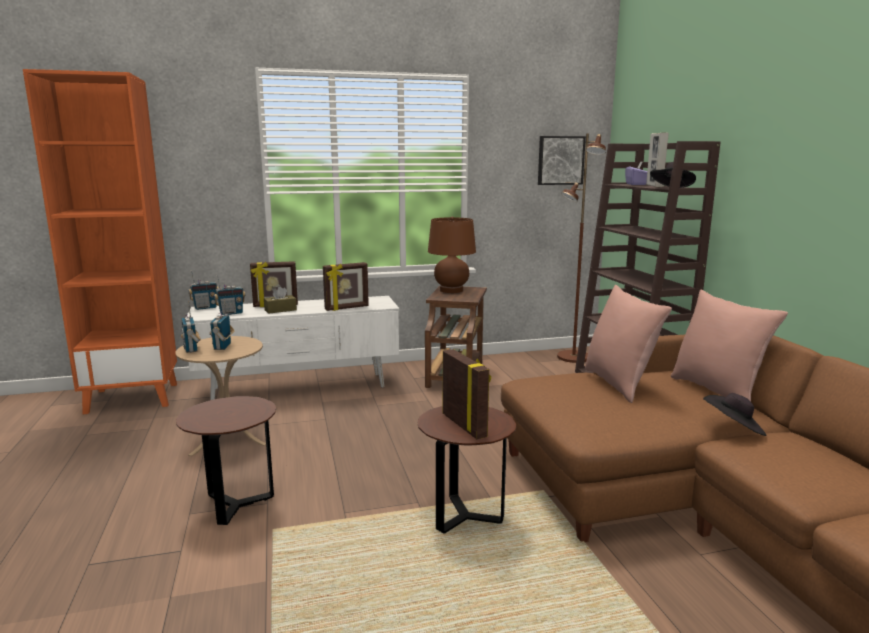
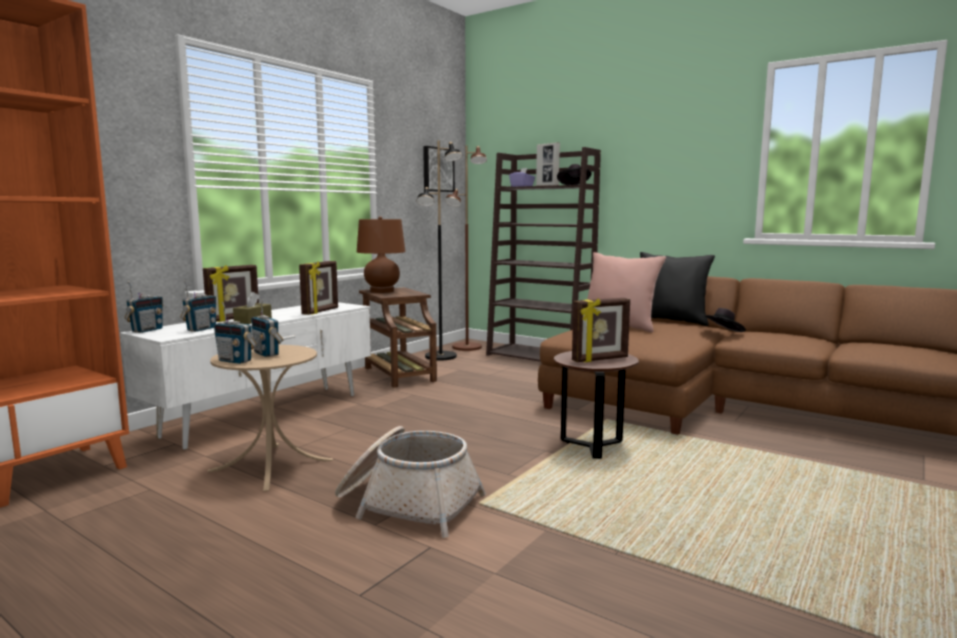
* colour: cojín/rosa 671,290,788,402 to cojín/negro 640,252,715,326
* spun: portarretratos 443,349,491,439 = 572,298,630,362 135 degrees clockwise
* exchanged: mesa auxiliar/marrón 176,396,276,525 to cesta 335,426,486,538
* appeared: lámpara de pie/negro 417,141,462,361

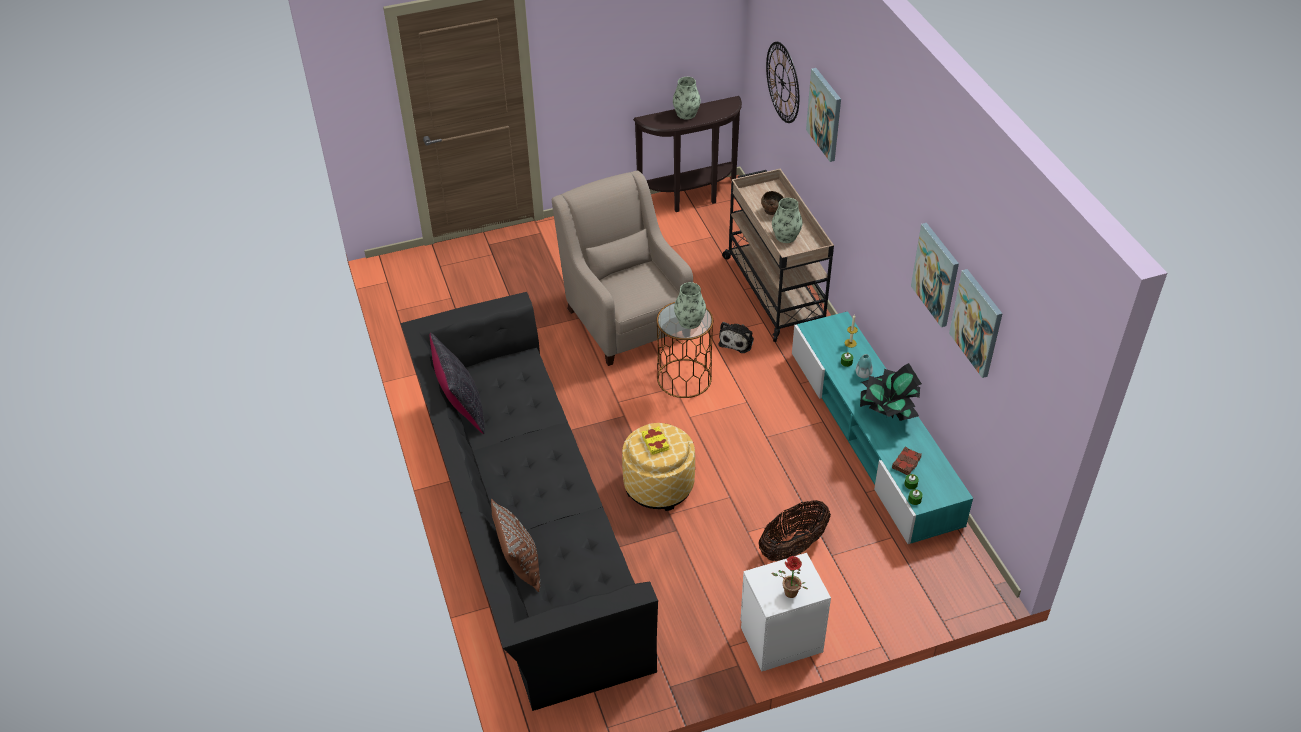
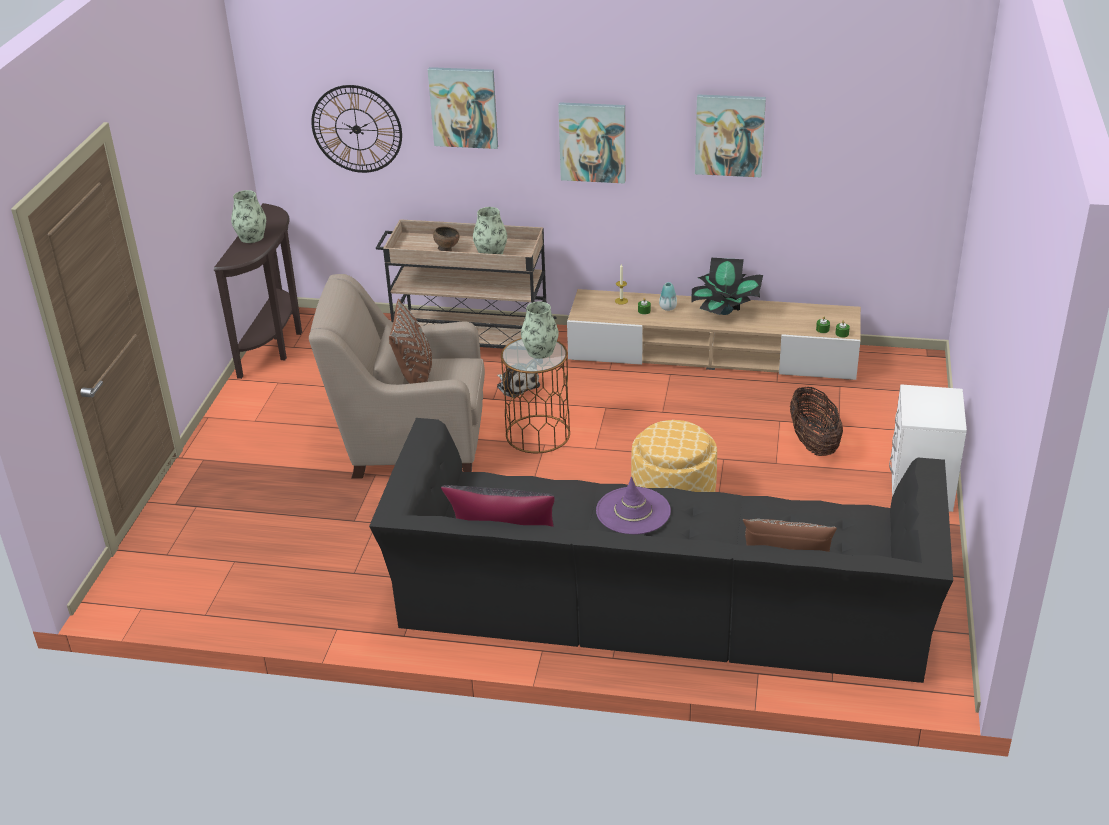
* relocated: cuadro 949,269,1003,378 to 558,102,625,184
* colour: mueble de televisión/turquesa 792,311,973,544 to mueble de televisión/beis 567,289,861,380
* missing: libro/amarillo 642,426,669,455
* missing: libro/marrón 892,446,922,475
* missing: planta en maceta 772,556,808,598
* appeared: cojín/marrón 389,299,432,384
* appeared: sombrero/morado 596,476,671,535

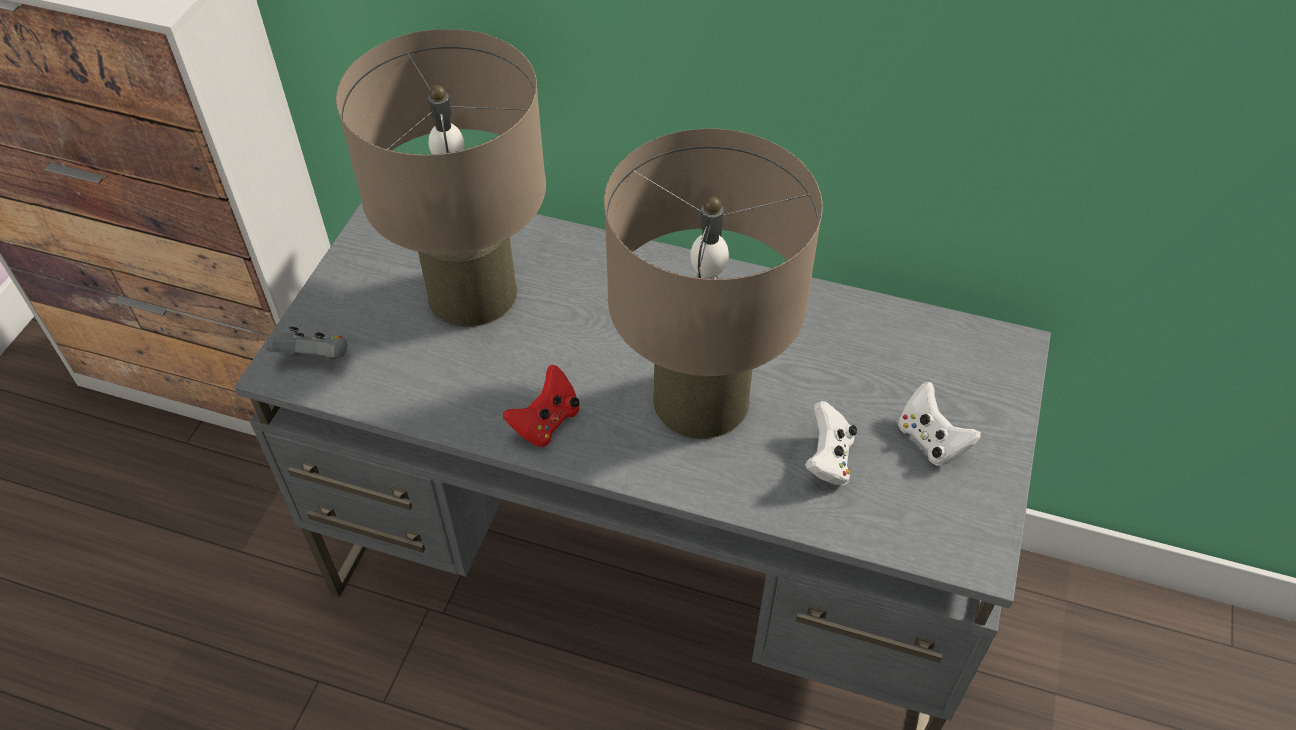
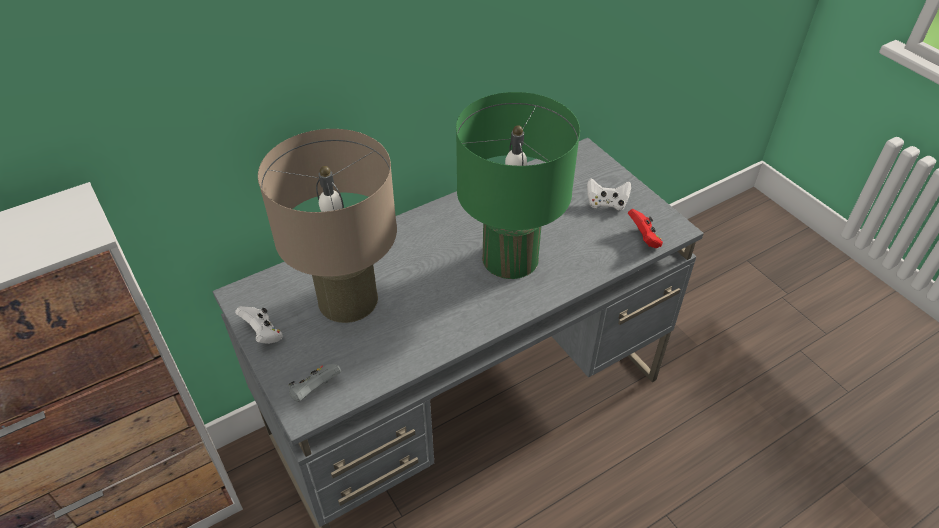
* colour: lámpara de mesa/beis 604,129,823,439 to lámpara de mesa/verde 456,92,580,279
* relocated: mando de consola/rojo 503,365,579,447 to 628,209,663,248
* relocated: mando de consola/blanco 805,401,857,485 to 235,306,283,344

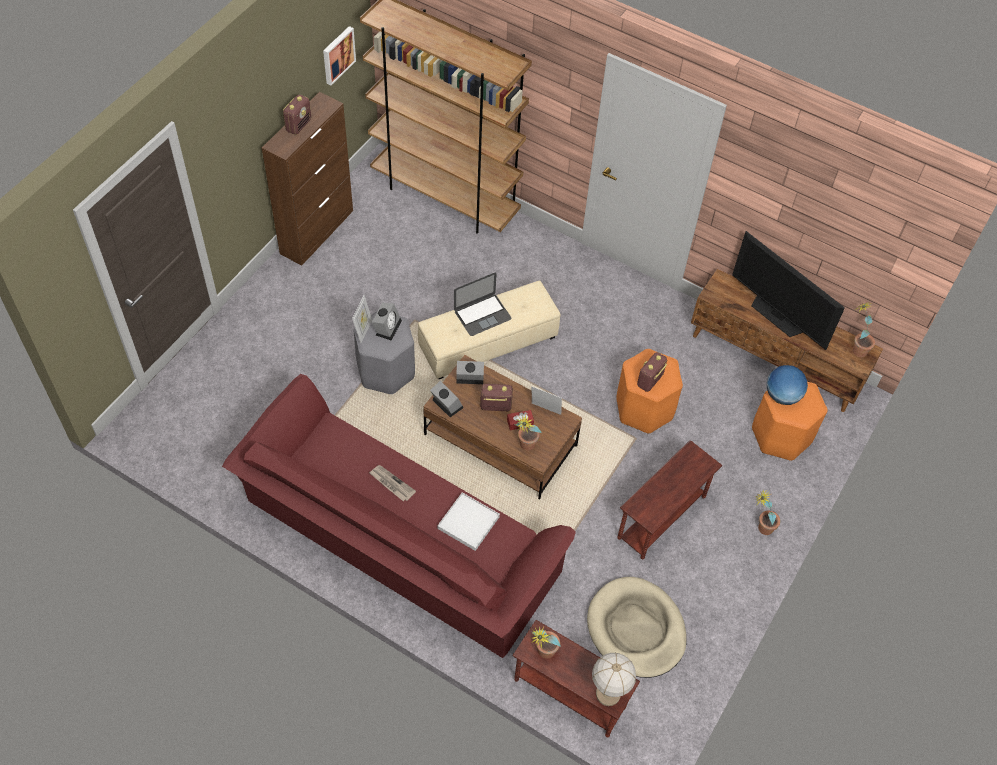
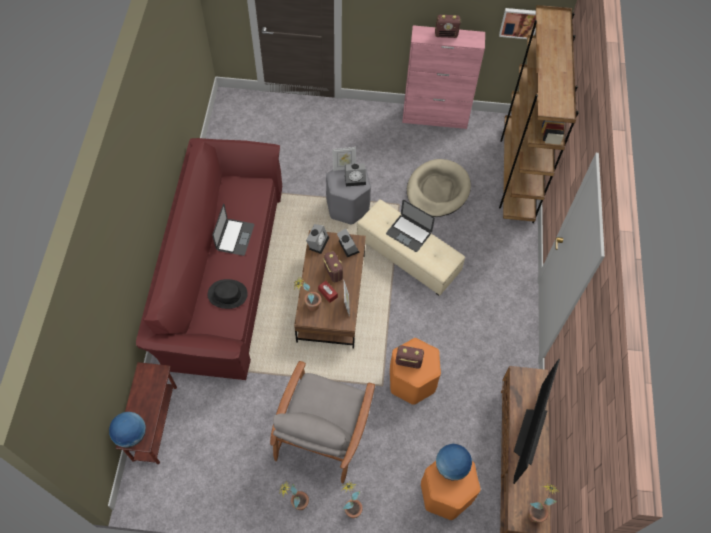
* colour: armario/marrón 262,92,353,266 to armario/rosa 402,25,485,129
* exchanged: mesa auxiliar/marrón 617,440,722,559 to sillón/gris 270,361,375,483
* exchanged: periódico 369,465,416,501 to portátil 212,204,254,256
* exchanged: bandeja/blanco 437,492,500,551 to sombrero/negro 208,279,248,309
* relocated: cama para perro/beis 587,577,686,678 to 407,159,471,217
* relocated: planta en maceta 531,626,561,659 to 279,482,309,510
* exchanged: lámpara de mesa 592,652,636,706 to globo terráqueo 109,412,146,448

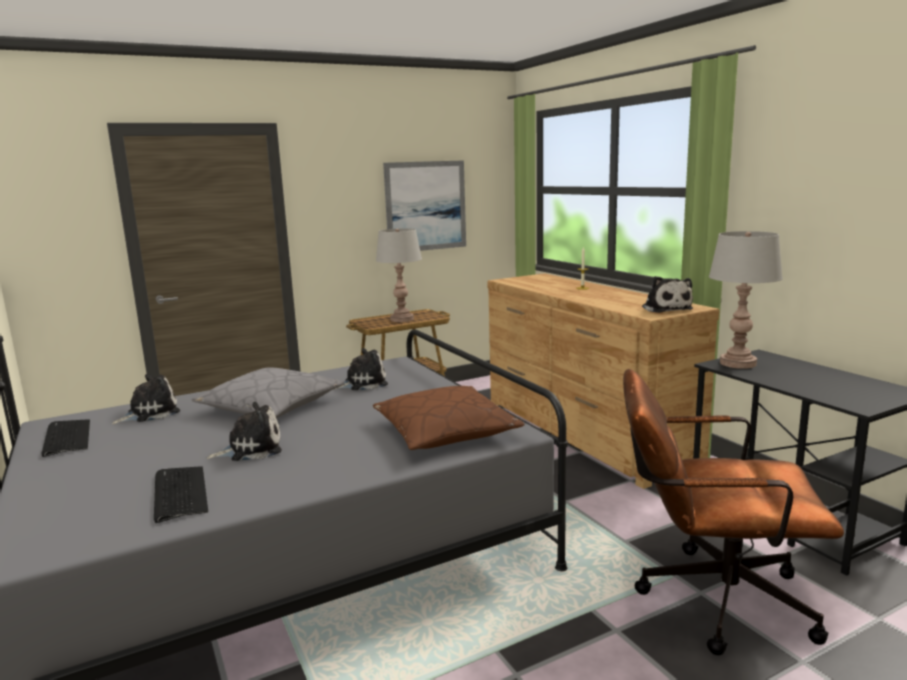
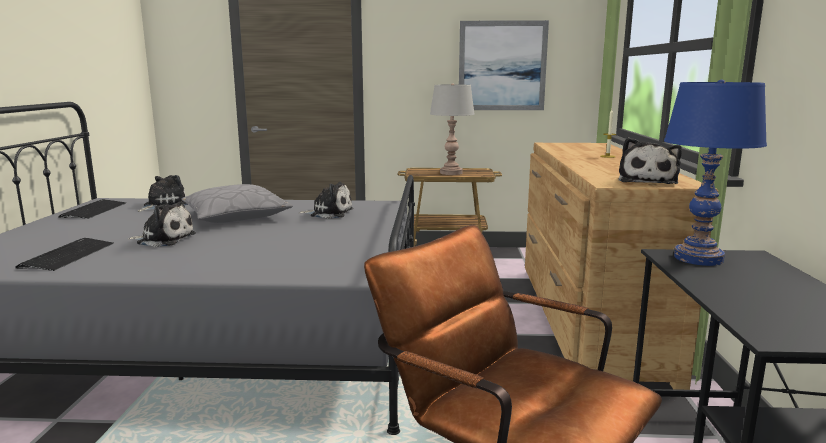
* colour: lámpara de mesa/gris 709,231,783,369 to lámpara de mesa/azul 664,80,767,266
* spun: peluche 112,374,180,424 = 137,175,188,212 45 degrees counterclockwise
* missing: cojín/marrón 373,386,524,450

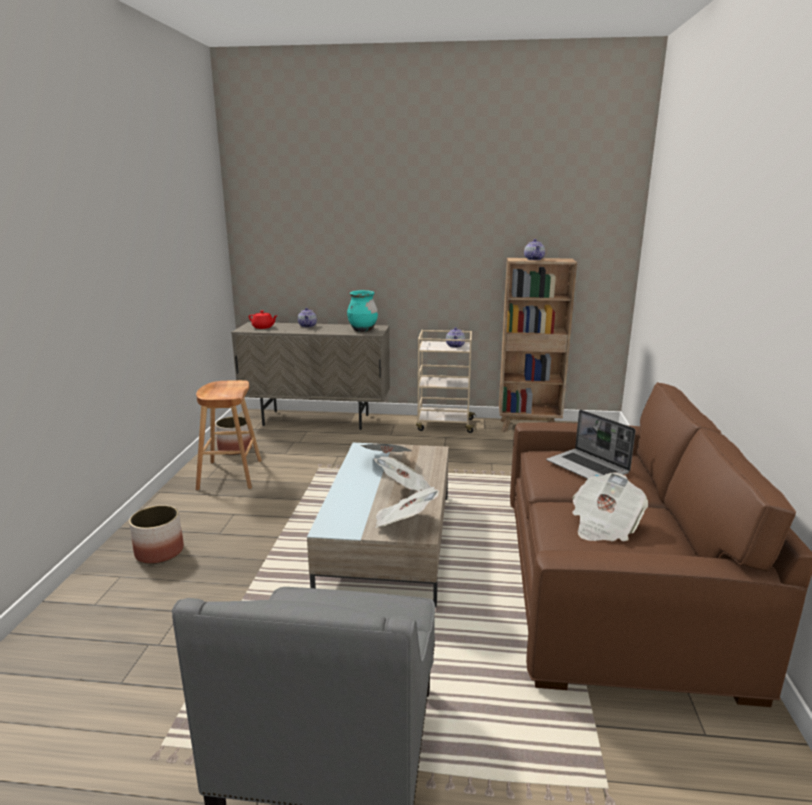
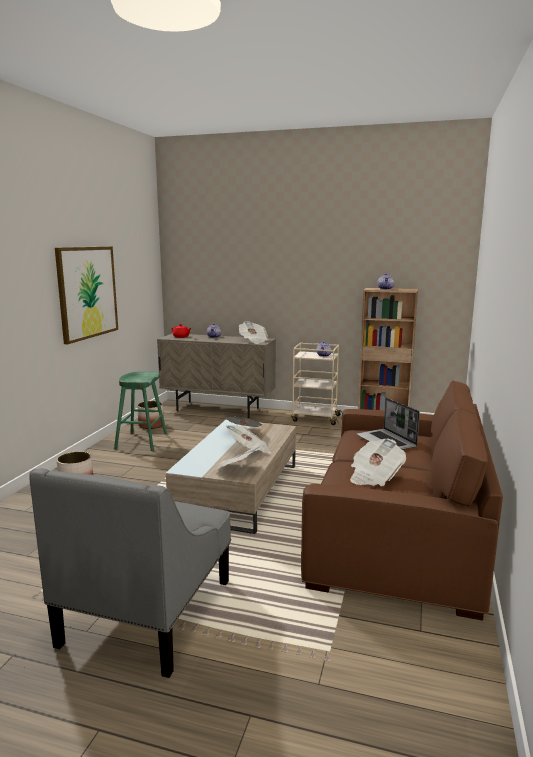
* exchanged: florero/turquesa 347,290,378,332 to periódico 239,321,269,344
* colour: taburete/marrón 196,380,262,491 to taburete/verde 114,371,167,451
* appeared: cuadro 55,247,118,344

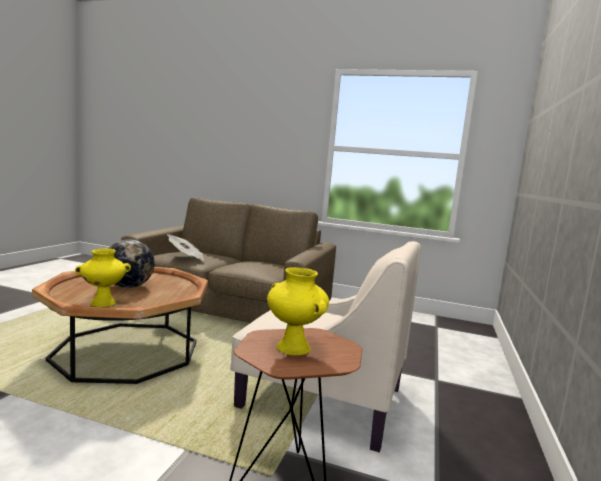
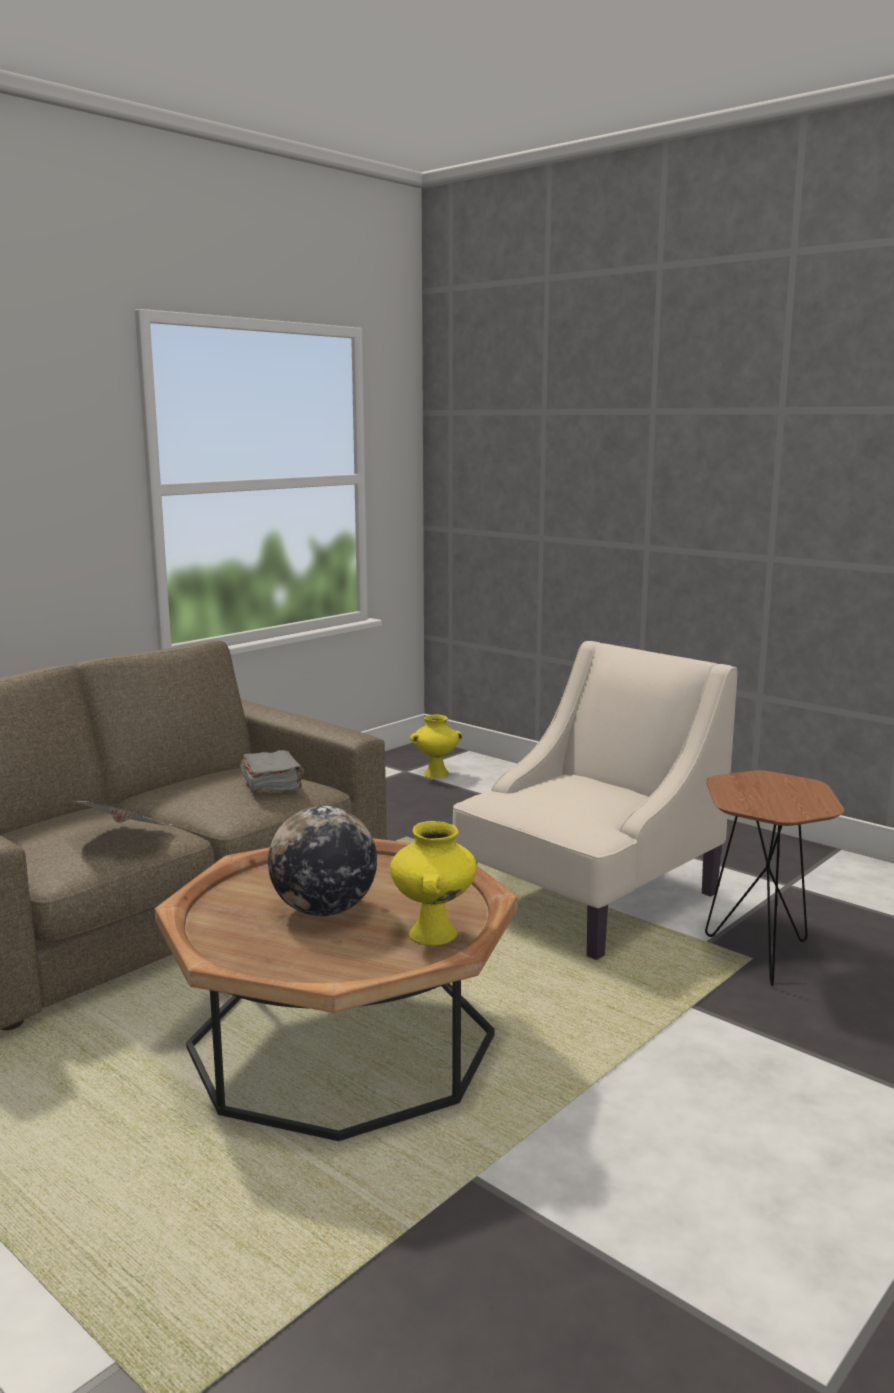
* relocated: florero/amarillo 267,267,329,356 to 410,715,463,778
* appeared: libro/gris 240,750,304,794

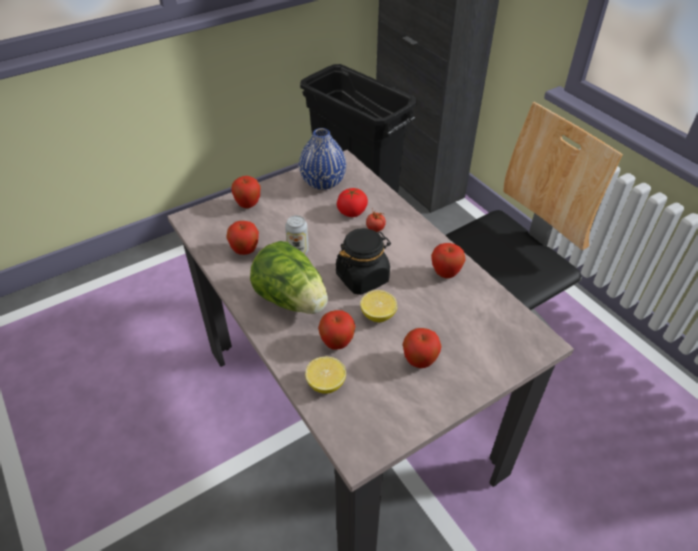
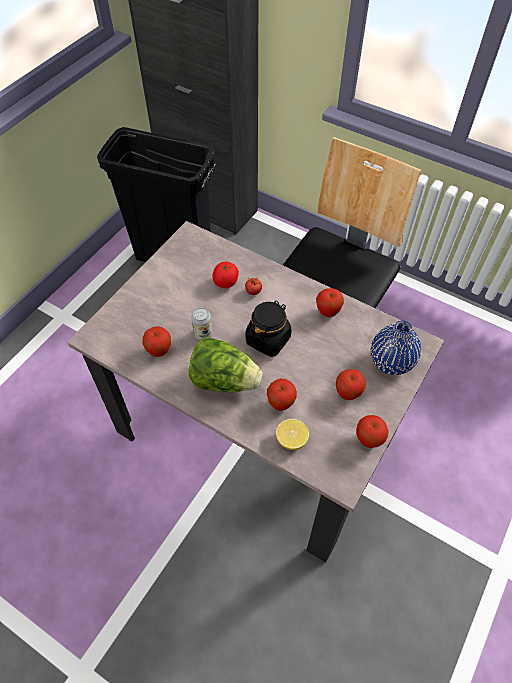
* relocated: florero/azul 299,128,346,190 to 371,320,421,375
* relocated: manzana 231,176,260,208 to 356,415,389,448
* missing: limón 360,290,397,322

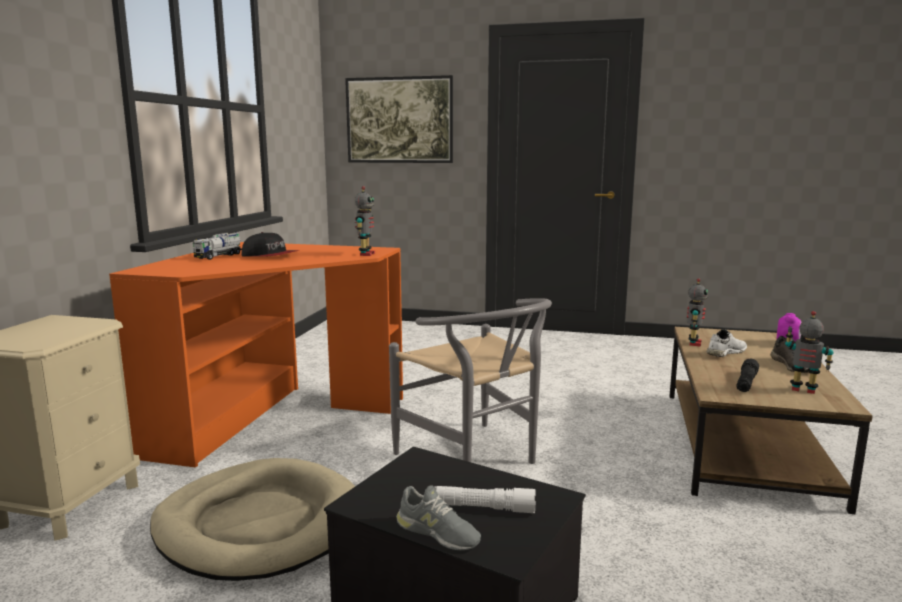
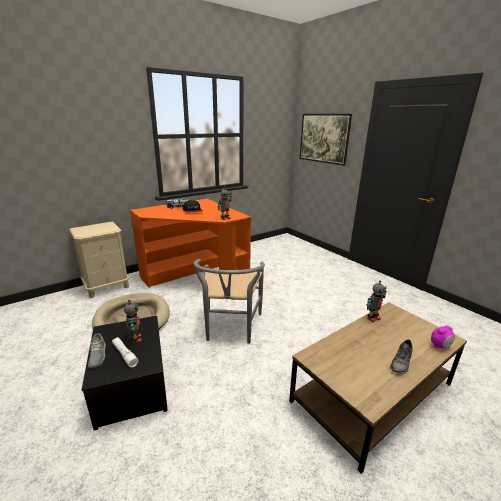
* relocated: robot de juguete 785,311,834,394 to 124,300,141,344
* missing: zapato/blanco 707,329,747,357
* missing: linterna/negro 736,359,759,392

